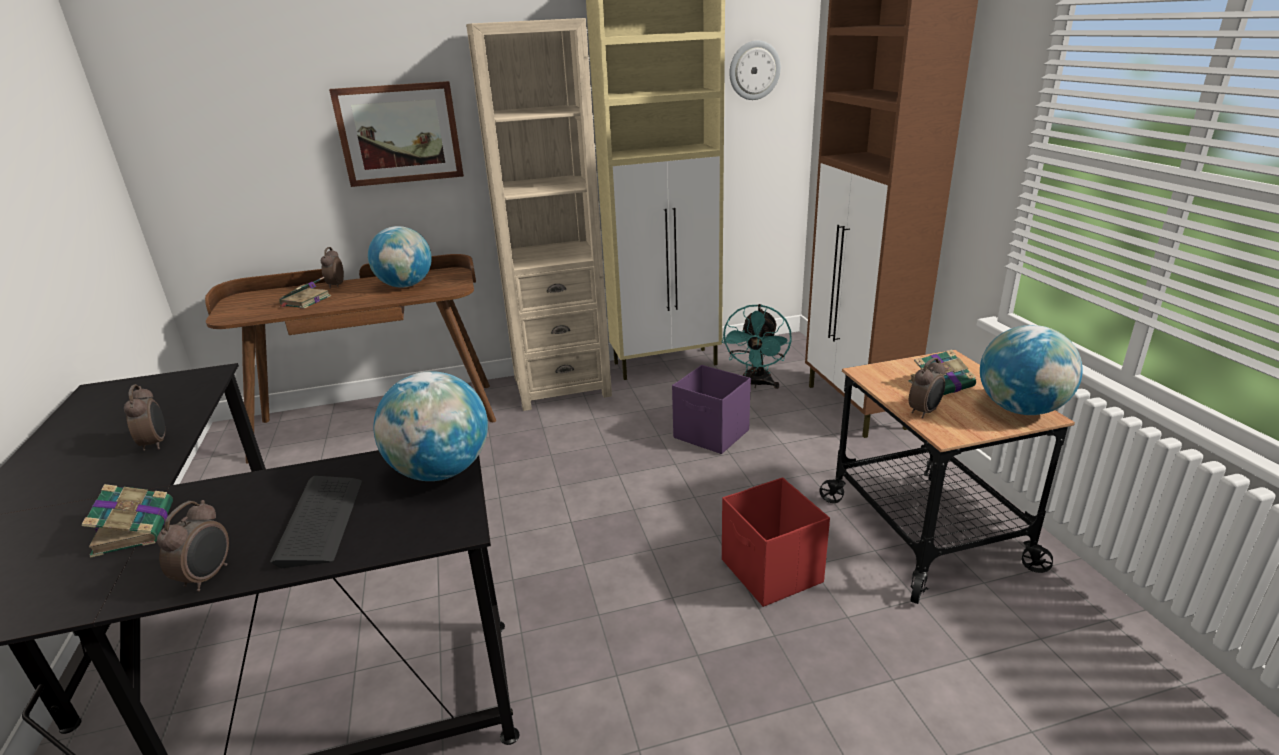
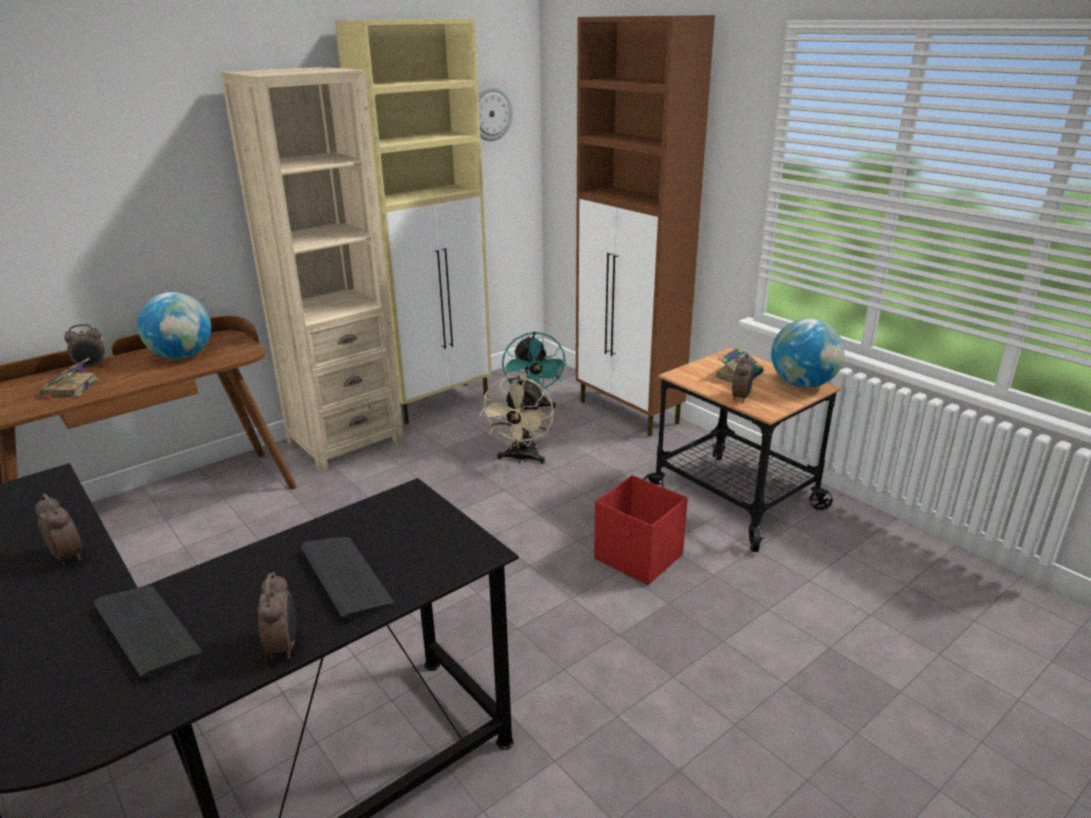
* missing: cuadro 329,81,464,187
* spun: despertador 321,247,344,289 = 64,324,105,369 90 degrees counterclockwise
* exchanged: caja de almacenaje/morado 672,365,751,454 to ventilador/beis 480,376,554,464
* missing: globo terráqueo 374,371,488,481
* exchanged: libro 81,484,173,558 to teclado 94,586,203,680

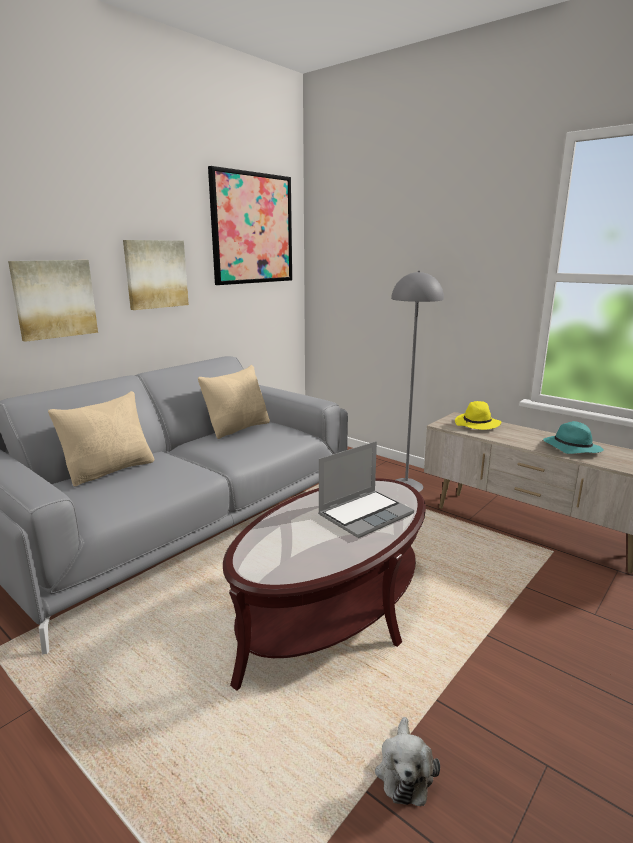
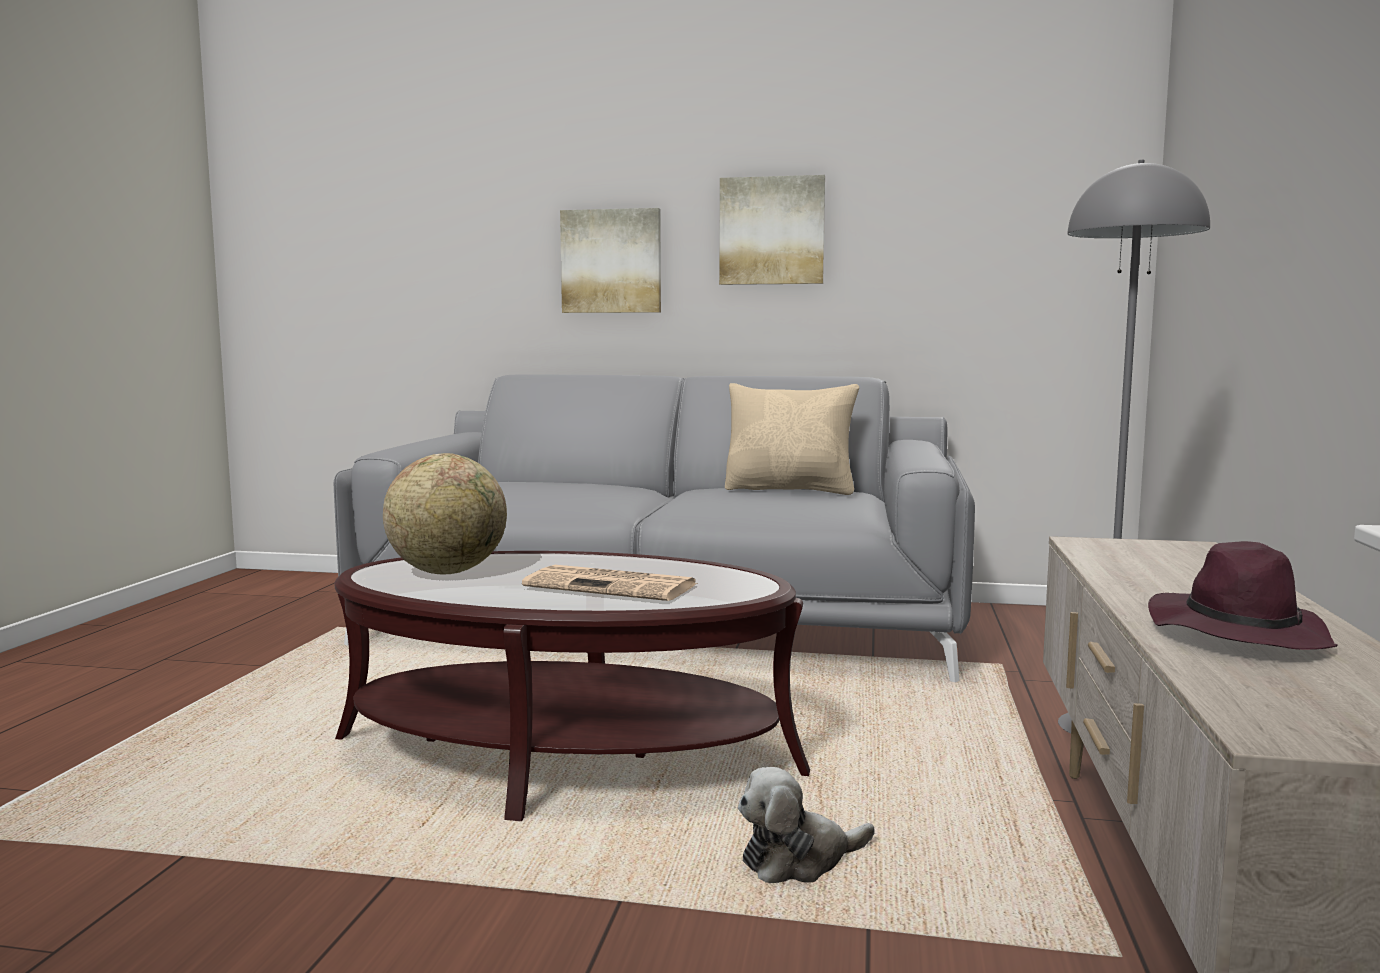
* missing: cuadro 208,166,292,285
* missing: cojín/beis 48,391,154,487
* missing: sombrero/amarillo 455,401,502,430
* colour: sombrero/turquesa 543,421,604,454 to sombrero/morado 1148,541,1338,650
* exchanged: portátil 318,441,414,538 to periódico 522,565,698,601
* relocated: peluche 375,717,440,806 to 738,767,874,883
* appeared: globo terráqueo 383,453,507,575

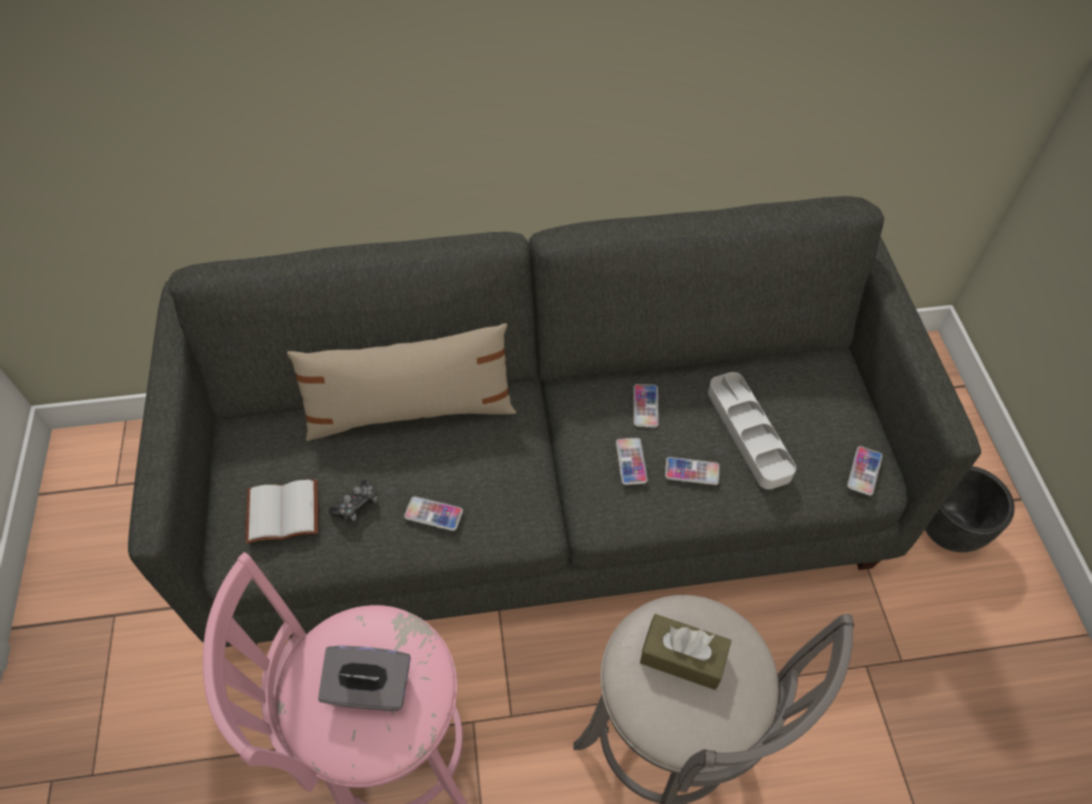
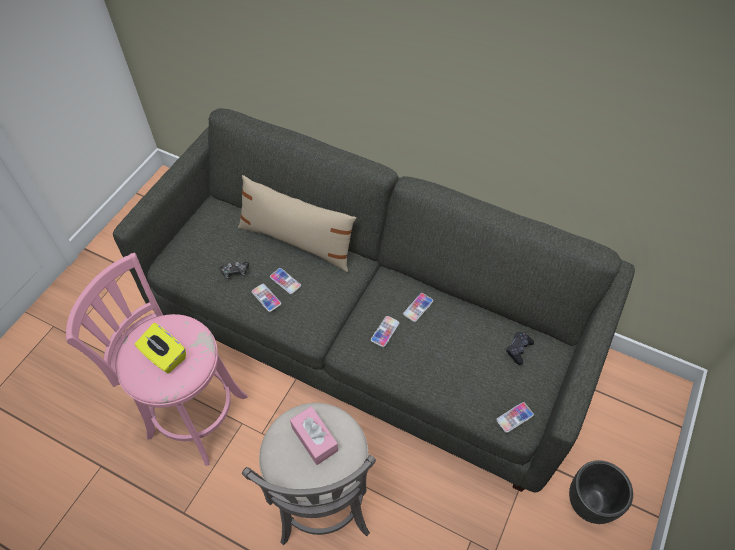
* missing: bandeja/gris 708,372,796,489
* relocated: móvil 665,457,720,485 to 270,268,301,294
* missing: libro/blanco 246,479,318,544
* colour: caja de pañuelos/marrón 640,614,731,690 to caja de pañuelos/rosa 290,406,338,465
* colour: caja de pañuelos/gris 318,646,411,711 to caja de pañuelos/amarillo 135,323,186,374
* appeared: mando de consola/negro 506,332,534,365

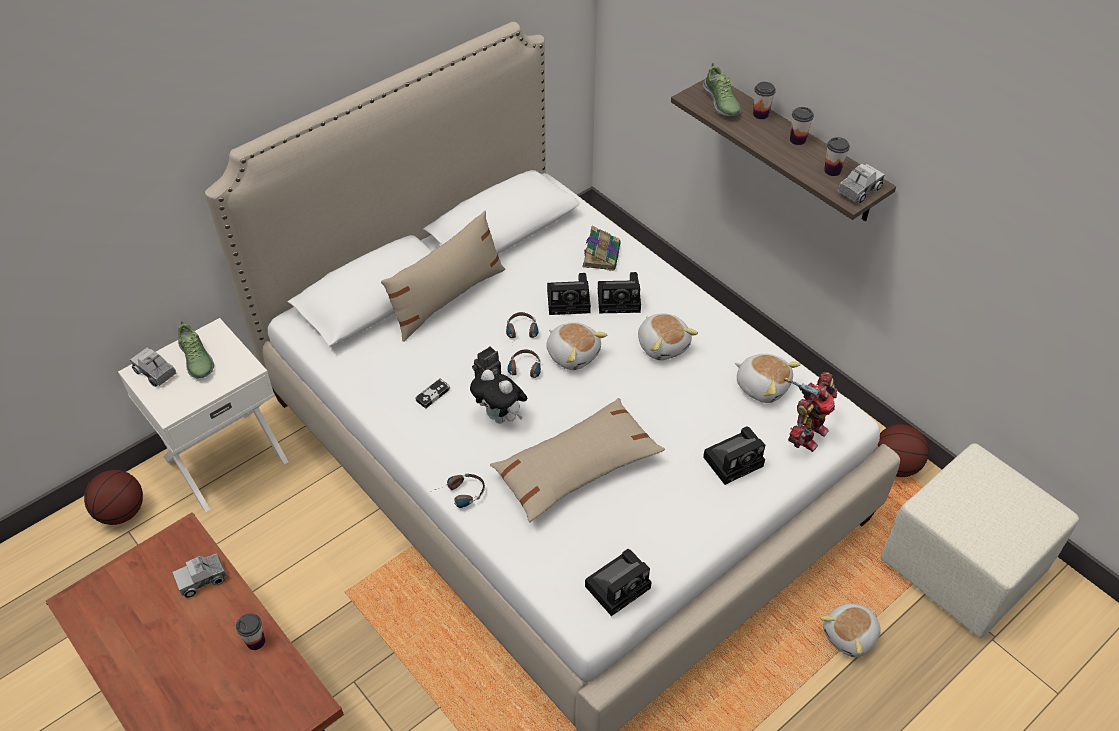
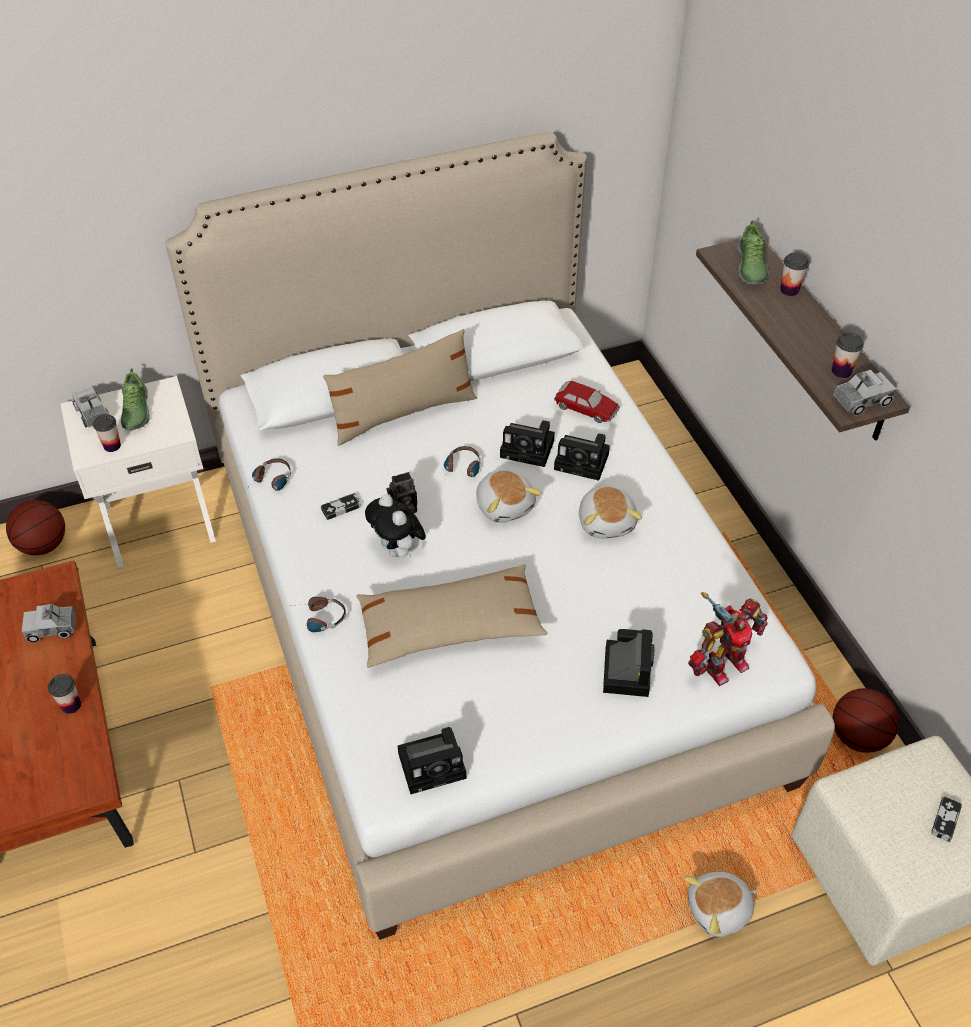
* relocated: taza 790,107,814,145 to 93,414,121,452
* exchanged: libro 582,226,621,271 to coche de juguete 554,381,620,423
* relocated: auriculares 507,349,541,379 to 246,459,291,491
* missing: peluche 735,354,801,403
* spun: cámara 703,426,765,485 = 603,629,654,697 75 degrees counterclockwise
* appeared: mando de consola 931,796,962,842

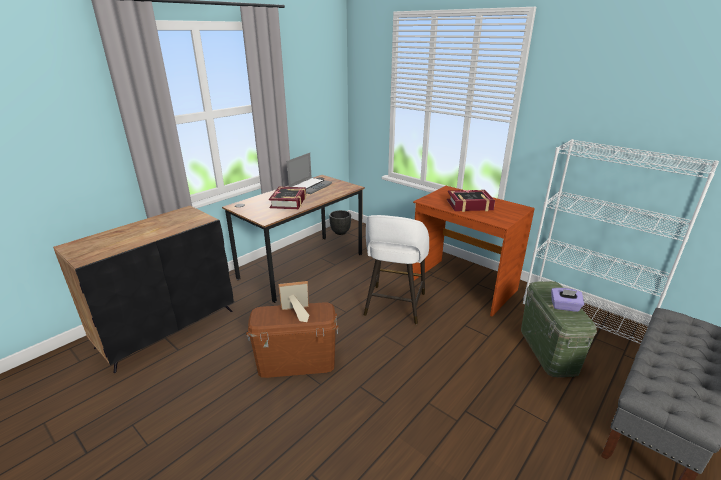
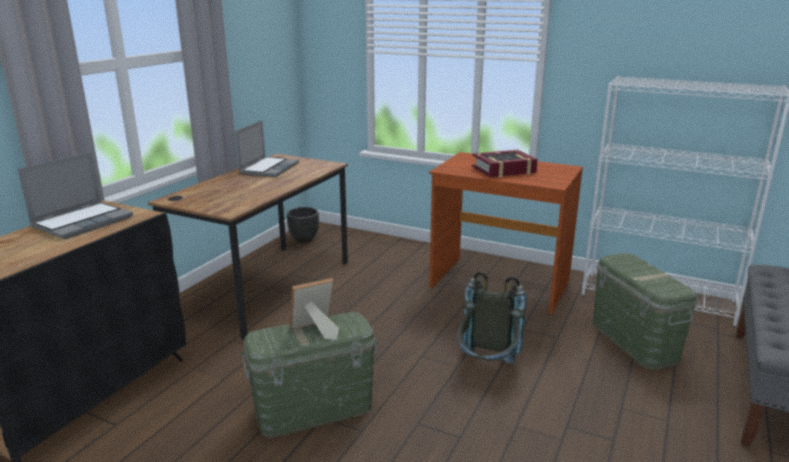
* missing: libro 269,187,306,209
* missing: taburete/blanco 364,215,429,324
* missing: caja de pañuelos/morado 551,288,584,312
* colour: caja de almacenaje/marrón 246,303,338,378 to caja de almacenaje/verde 241,312,378,438
* appeared: portátil 17,152,133,239
* appeared: mochila/gris 457,272,527,363

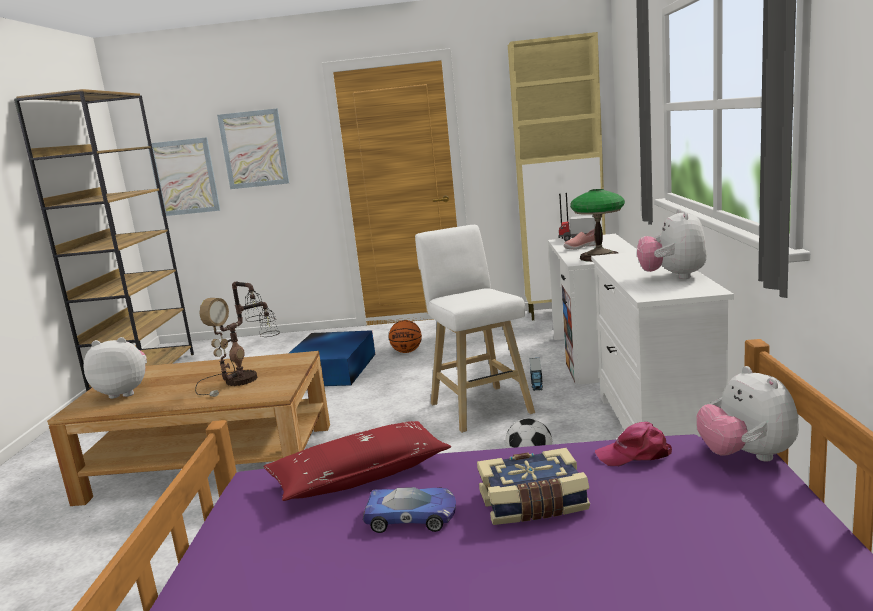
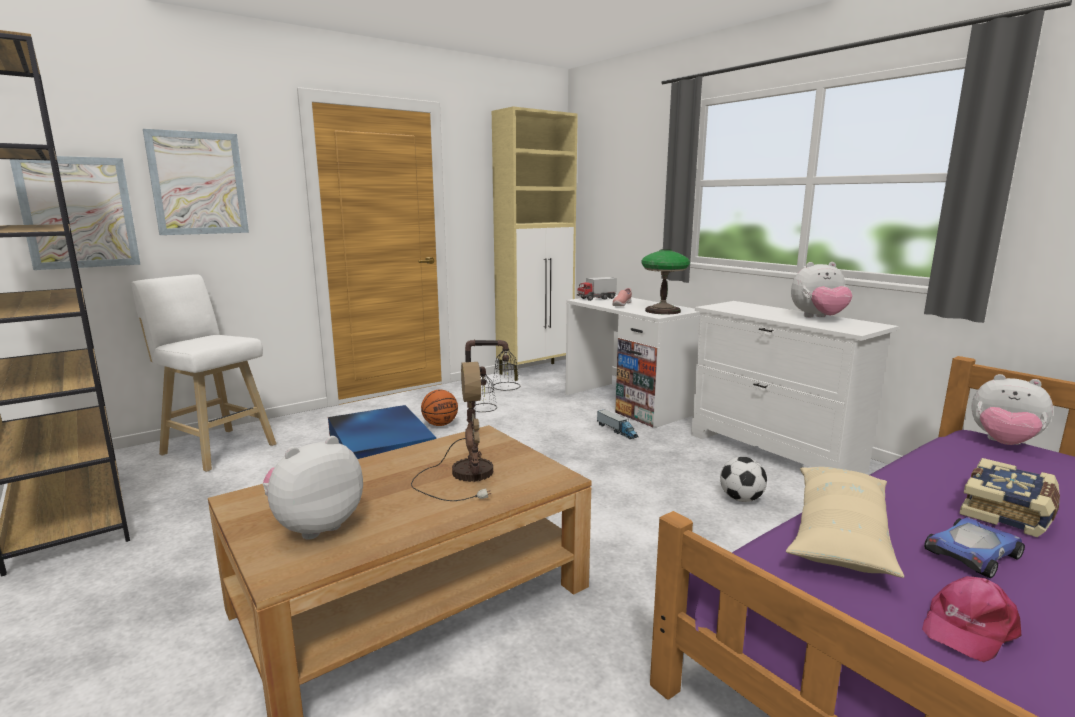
* spun: peluche 637,208,707,279 = 791,262,853,317 60 degrees counterclockwise
* relocated: taburete/blanco 415,225,535,433 to 131,275,277,472
* colour: cojín/rojo 264,421,451,501 to cojín/beis 786,467,904,578
* relocated: gorra/rosa 595,422,672,466 to 922,576,1021,662

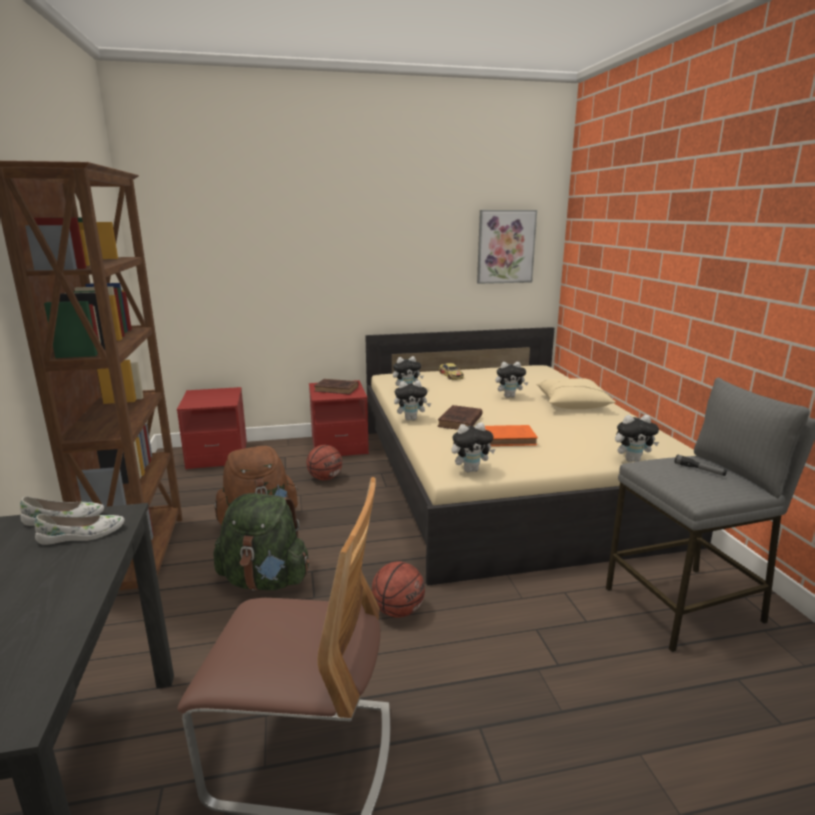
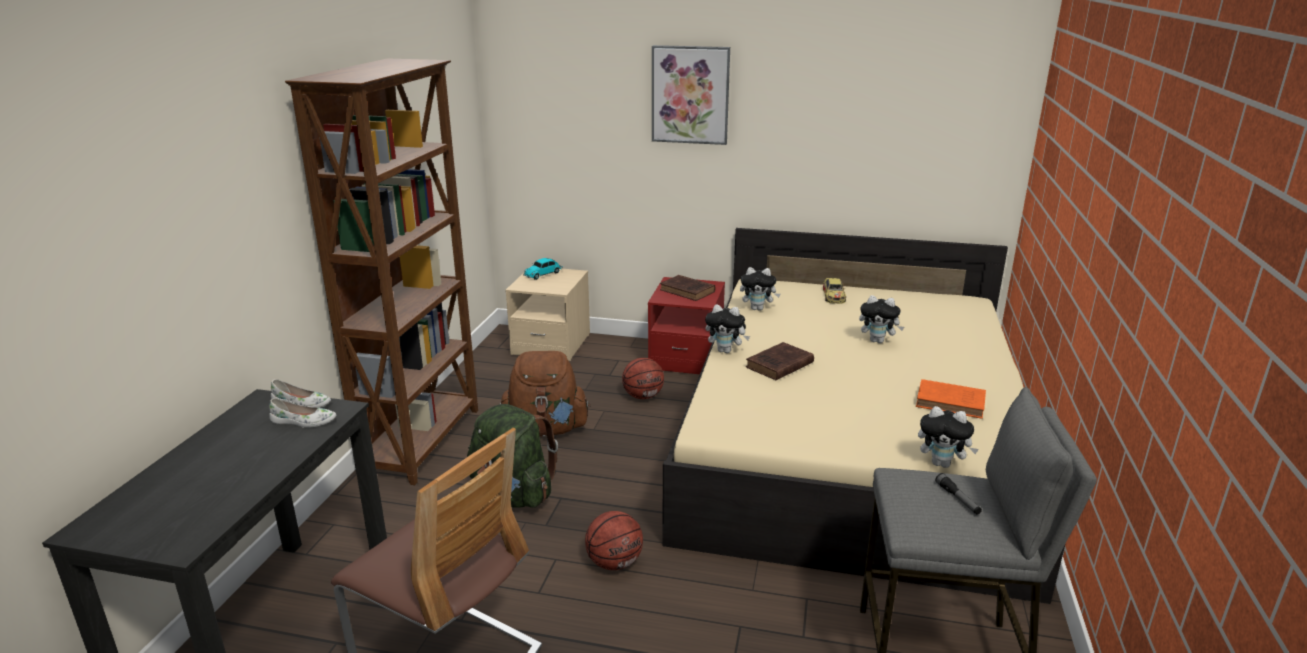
* relocated: cuadro 477,210,537,284 to 652,45,730,145
* missing: cojín/beis 536,378,616,409
* colour: mesita de noche/rojo 177,387,247,469 to mesita de noche/beis 506,266,590,361
* missing: peluche 451,422,495,473
* relocated: libro/naranja 485,425,538,446 to 916,379,986,419
* appeared: coche de juguete 523,258,563,280

